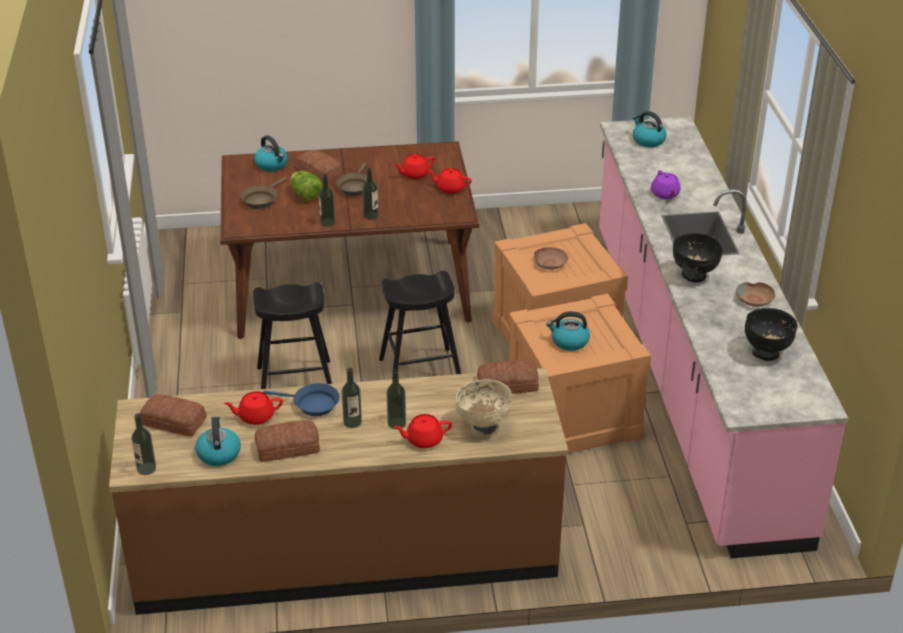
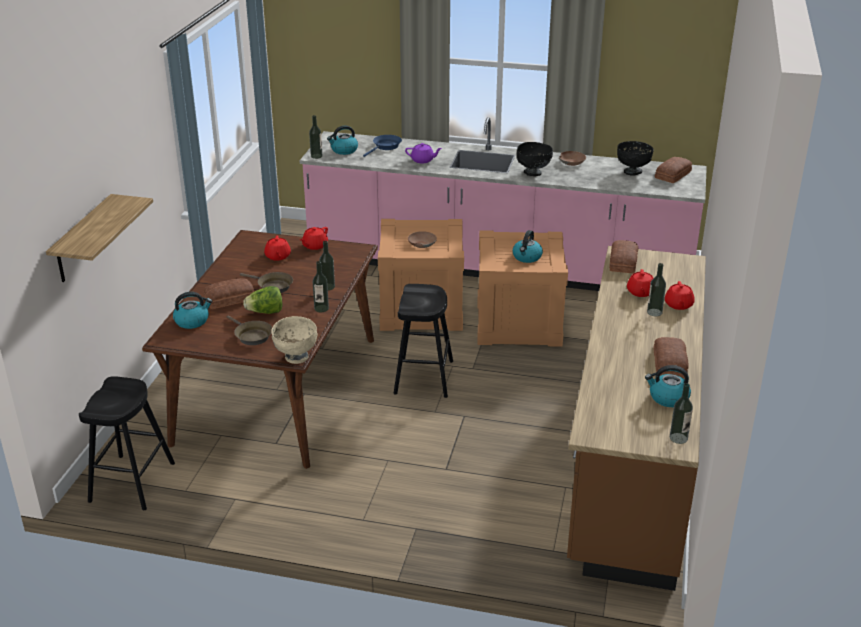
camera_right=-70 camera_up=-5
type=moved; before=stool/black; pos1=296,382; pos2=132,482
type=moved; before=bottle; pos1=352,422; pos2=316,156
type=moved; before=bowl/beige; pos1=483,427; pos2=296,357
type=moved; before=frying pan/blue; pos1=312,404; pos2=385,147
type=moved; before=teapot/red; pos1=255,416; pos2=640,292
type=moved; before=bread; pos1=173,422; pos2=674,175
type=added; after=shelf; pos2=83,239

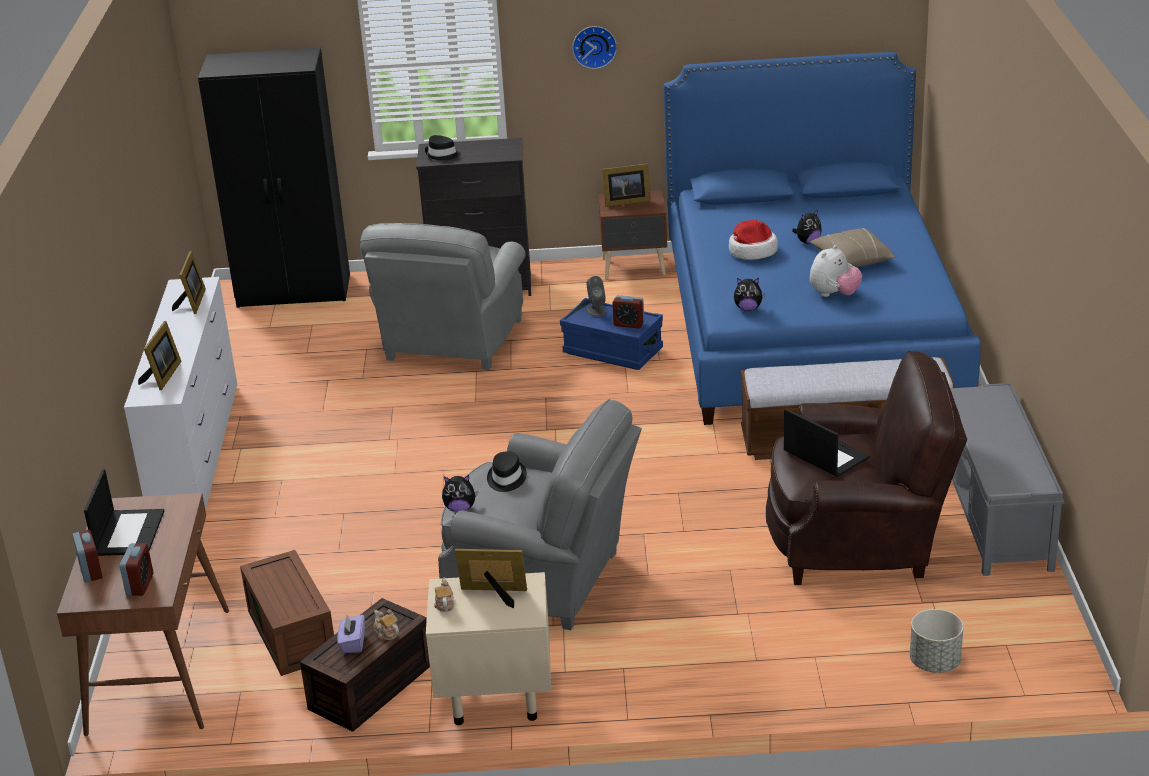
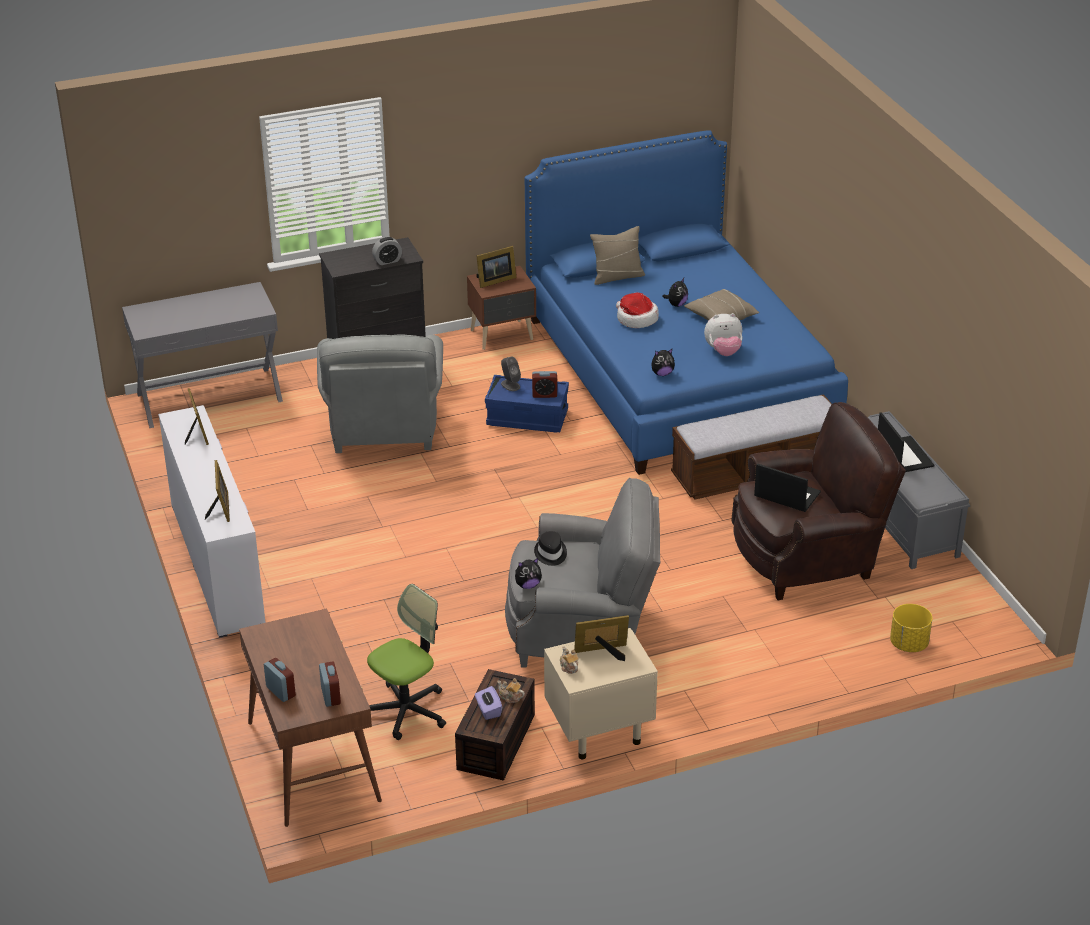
camera_right=-20 camera_up=5
type=removed; before=wall clock; pos1=594,46
type=replaced; before=wardrobe/black; after=console table/grey; pos1=295,291; pos2=209,397
type=removed; before=hat/black; pos1=442,155
type=turned; before=plush toy; pos1=834,294; pos2=723,352; turn=60
type=moved; before=laptop; pos1=128,532; pos2=903,455
type=replaced; before=storage box/brown; after=office chair; pos1=294,634; pos2=407,710
type=recoloured; before=planter/grey; after=planter/yellow; pos1=934,663; pos2=908,644
type=added; after=pillow/beige; pos2=617,277
type=added; after=alarm clock; pos2=387,261

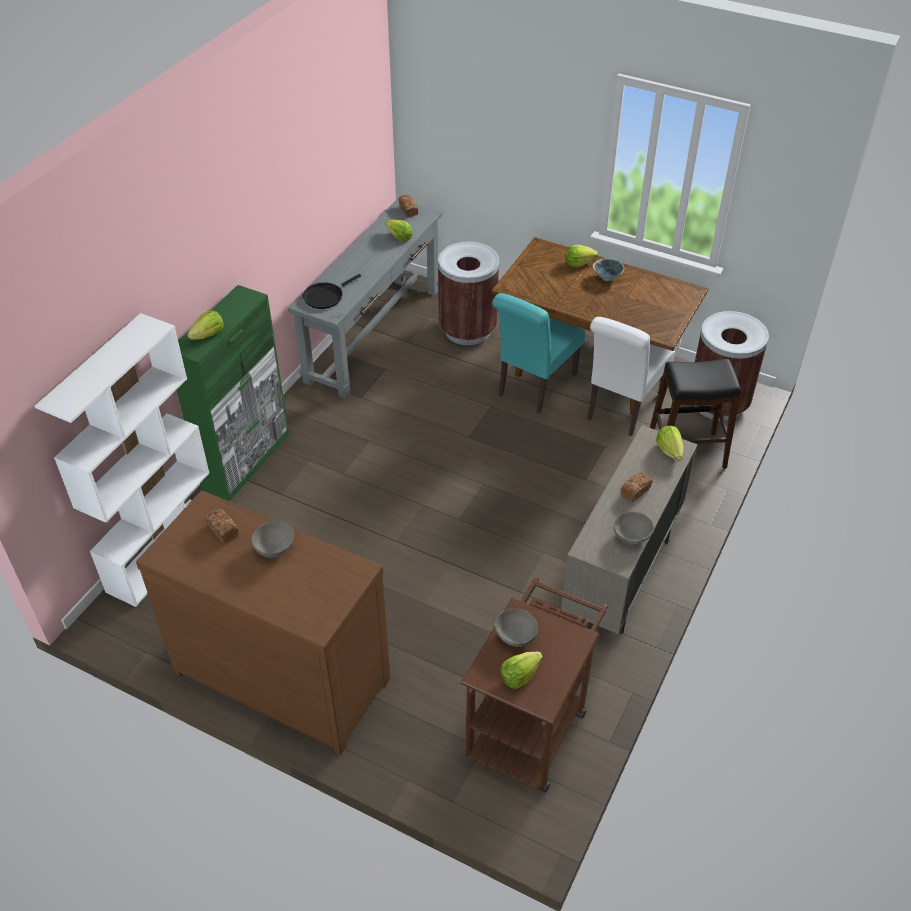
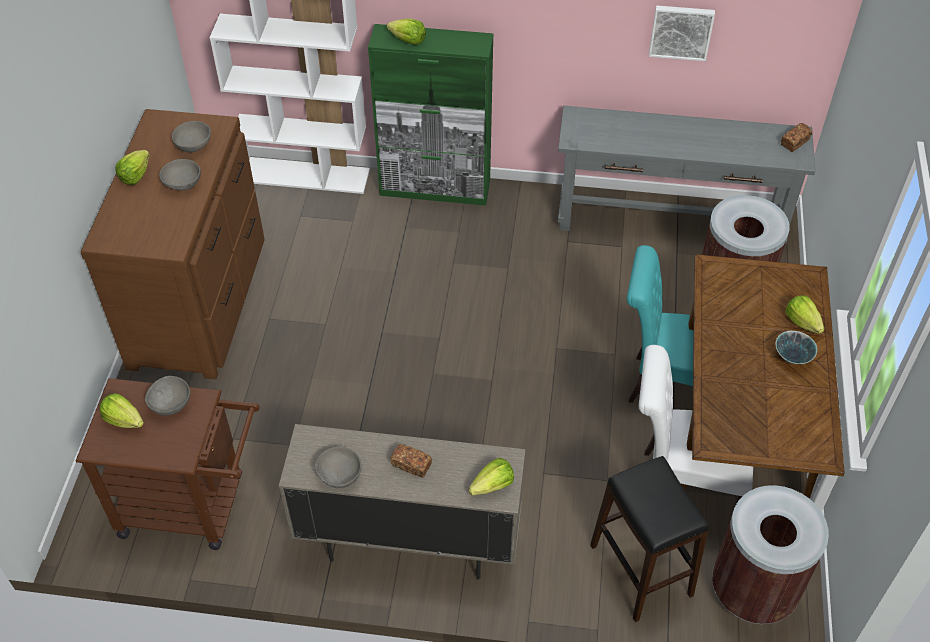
camera_right=70 camera_up=5
type=moved; before=lettuce; pos1=399,237; pos2=135,175
type=removed; before=frying pan/black; pos1=325,296
type=replaced; before=bread; after=bowl/grey; pos1=223,530; pos2=194,145
type=added; after=picture; pos2=681,31

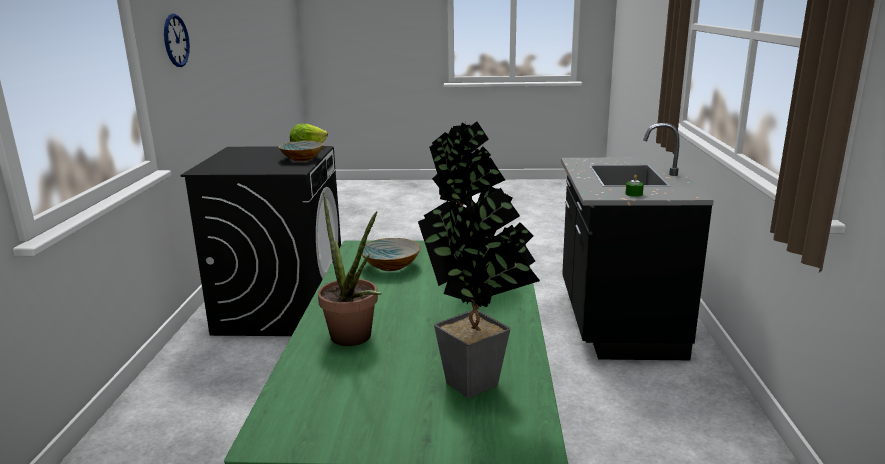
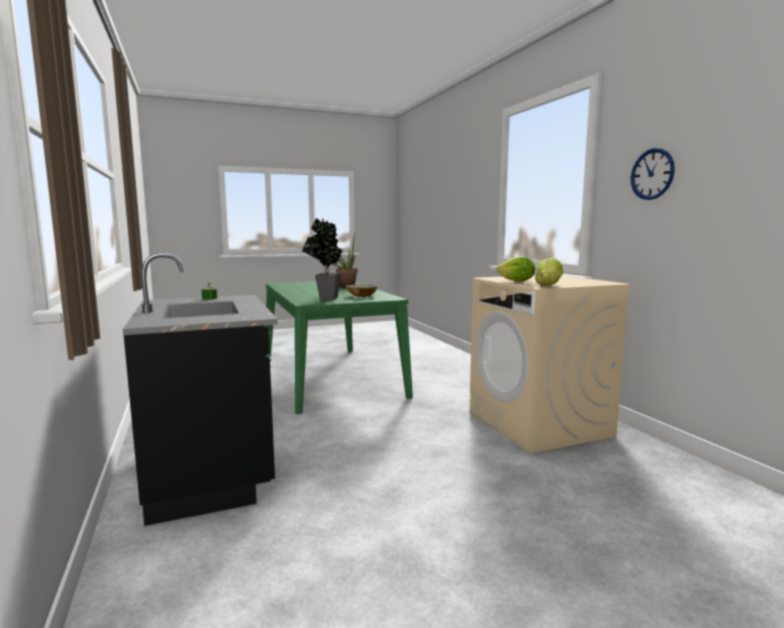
camera_right=155 camera_up=-10
type=replaced; before=bowl; after=lettuce; pos1=302,158; pos2=516,281
type=recoloured; before=washing machine/black; after=washing machine/beige; pos1=281,308; pos2=539,424
type=removed; before=potted plant; pos1=481,382

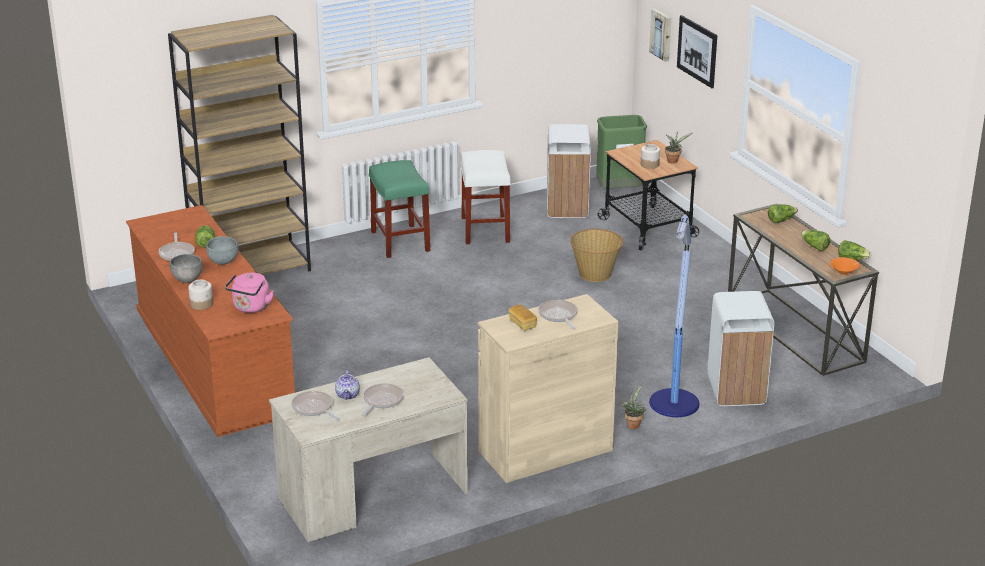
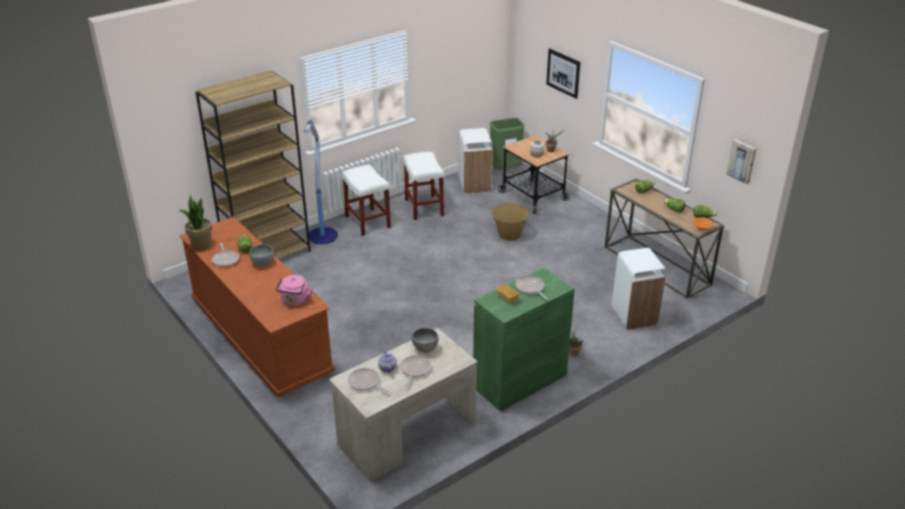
camera_right=-10 camera_up=5
type=moved; before=picture; pos1=662,34; pos2=742,161
type=recoloured; before=stool/green; after=stool/white; pos1=401,242; pos2=368,222
type=moved; before=floor lamp; pos1=674,404; pos2=322,236
type=moved; before=bowl/grey; pos1=187,279; pos2=425,349
type=removed; before=jar; pos1=202,304
type=recoloured; before=cabinet/beige; after=cabinet/green; pos1=545,451; pos2=520,381
type=added; after=potted plant; pos2=201,245

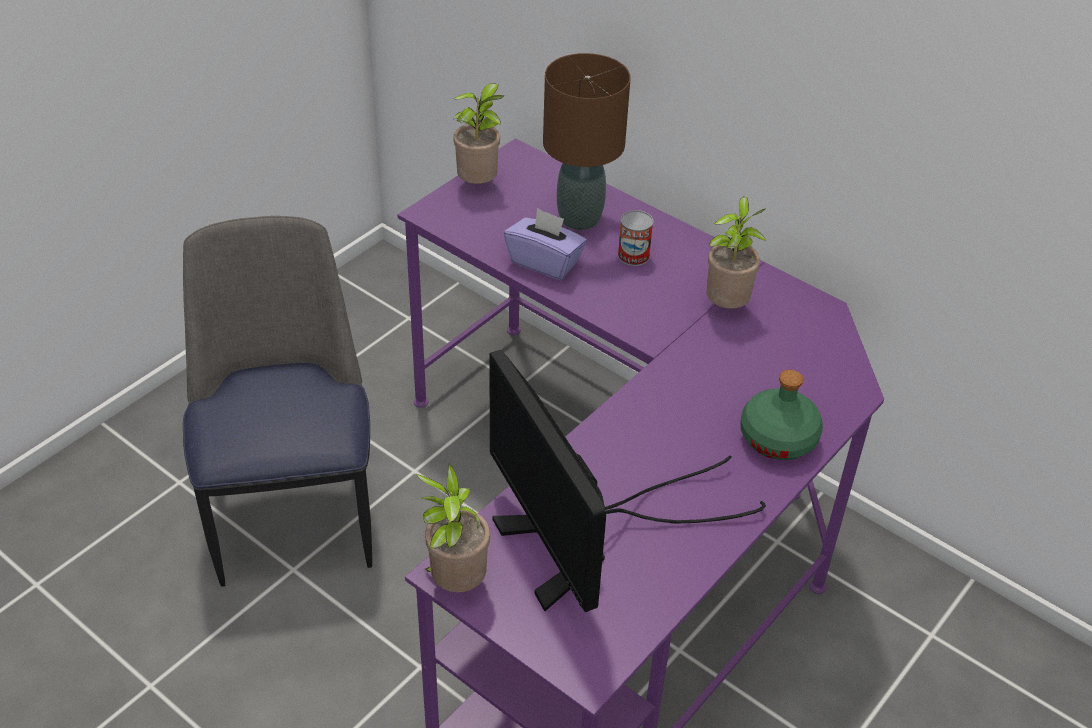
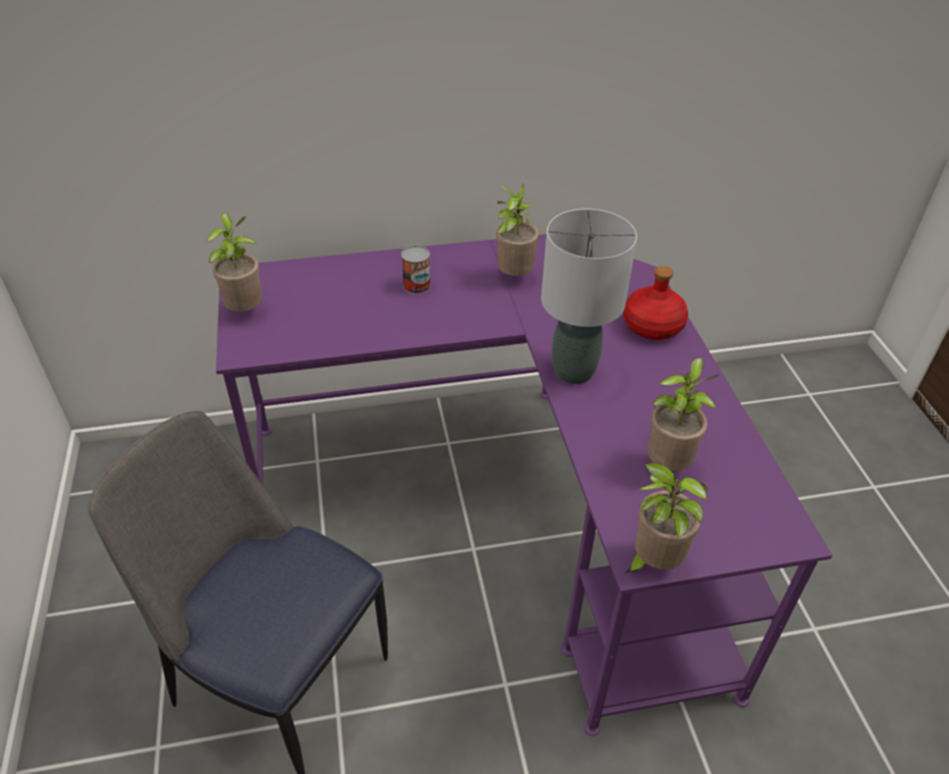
camera_right=-50 camera_up=0
type=removed; before=table lamp/brown; pos1=580,219
type=removed; before=tissue box/purple; pos1=545,262
type=replaced; before=monitor; after=potted plant; pos1=587,540; pos2=668,465
type=recoloured; before=bottle/green; after=bottle/red; pos1=778,438; pos2=652,325
type=added; after=table lamp/grey; pos2=573,371

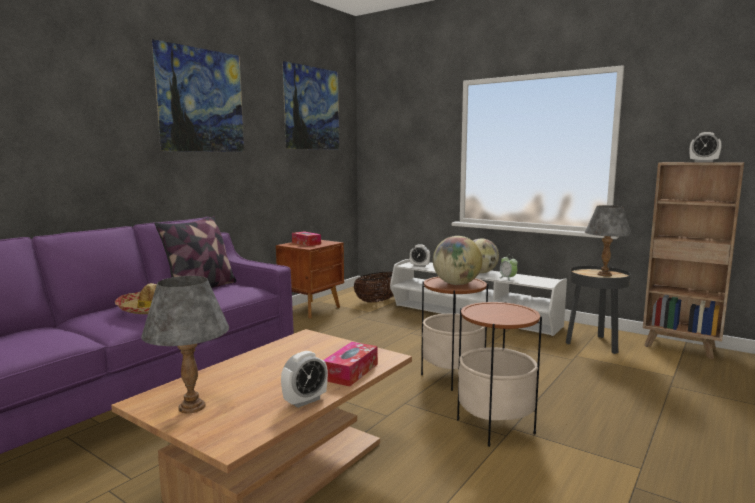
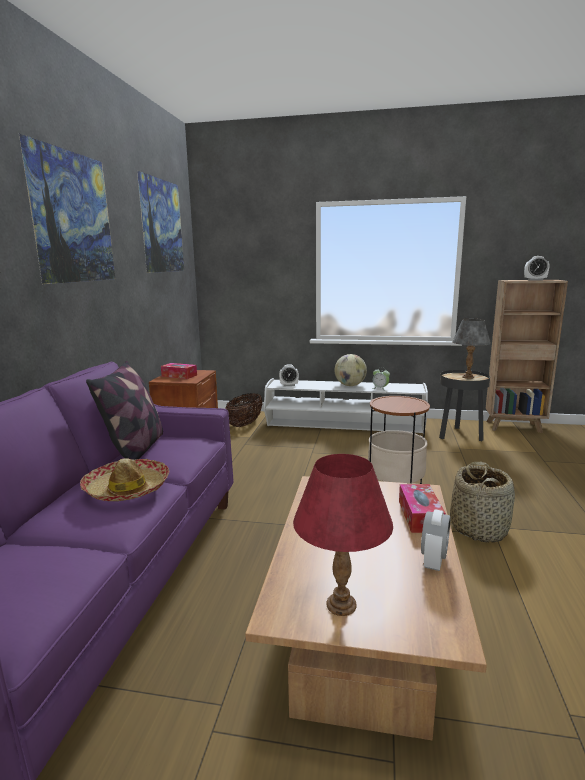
camera_right=-25 camera_up=5
type=removed; before=globe; pos1=456,284
type=recoloured; before=table lamp/grey; after=table lamp/red; pos1=191,407; pos2=341,605
type=replaced; before=side table; after=basket; pos1=495,426; pos2=479,528

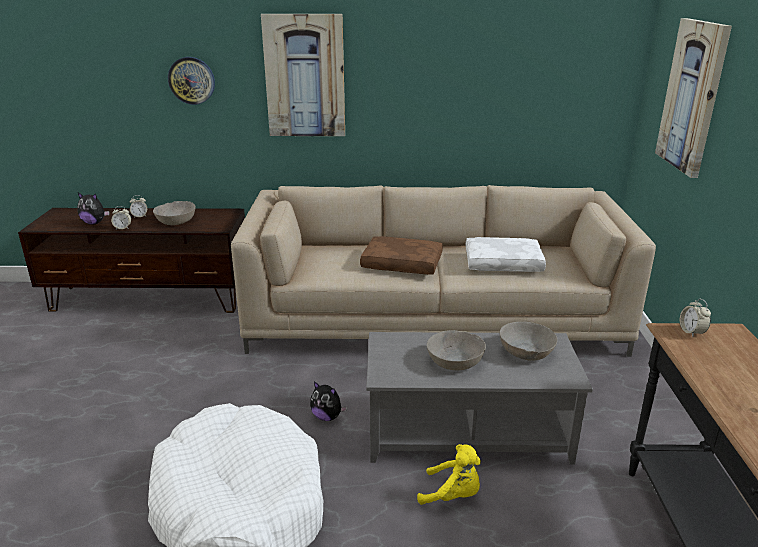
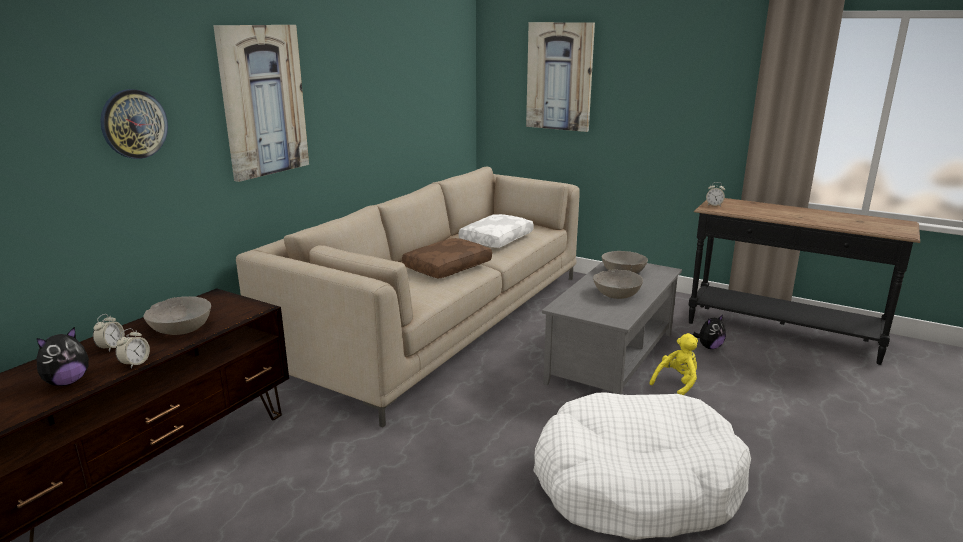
camera_right=-60 camera_up=-5
type=moved; before=plush toy; pos1=327,417; pos2=709,347

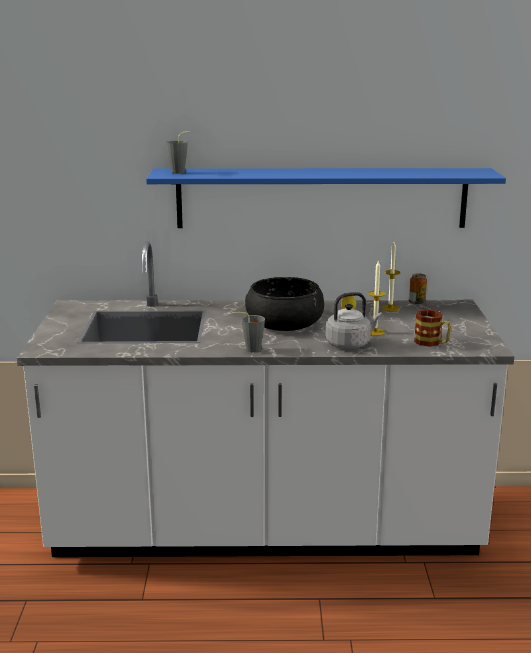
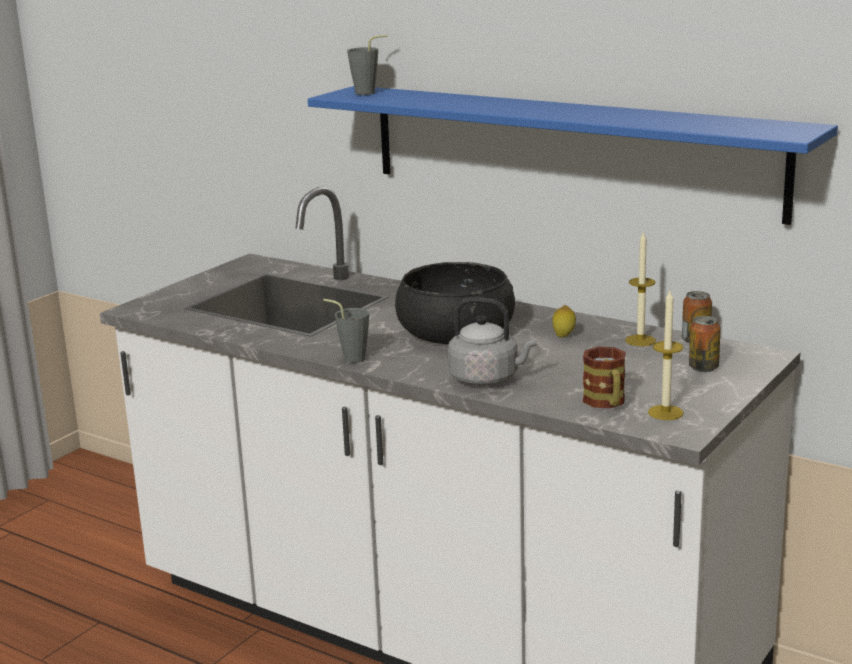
camera_right=35 camera_up=0
type=moved; before=candle; pos1=374,332; pos2=665,412
type=added; after=can; pos2=703,368

